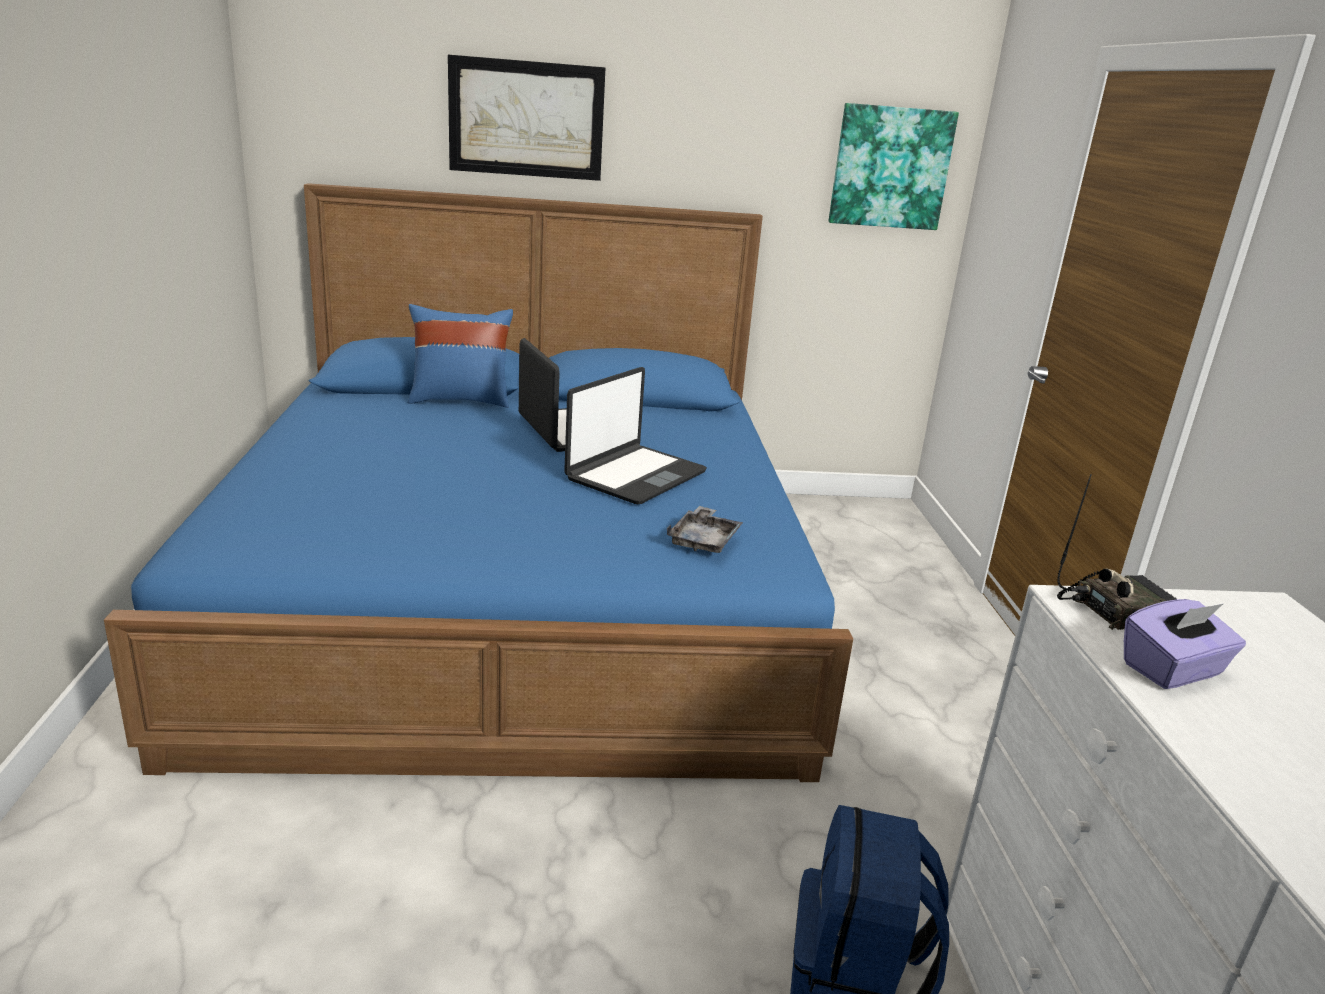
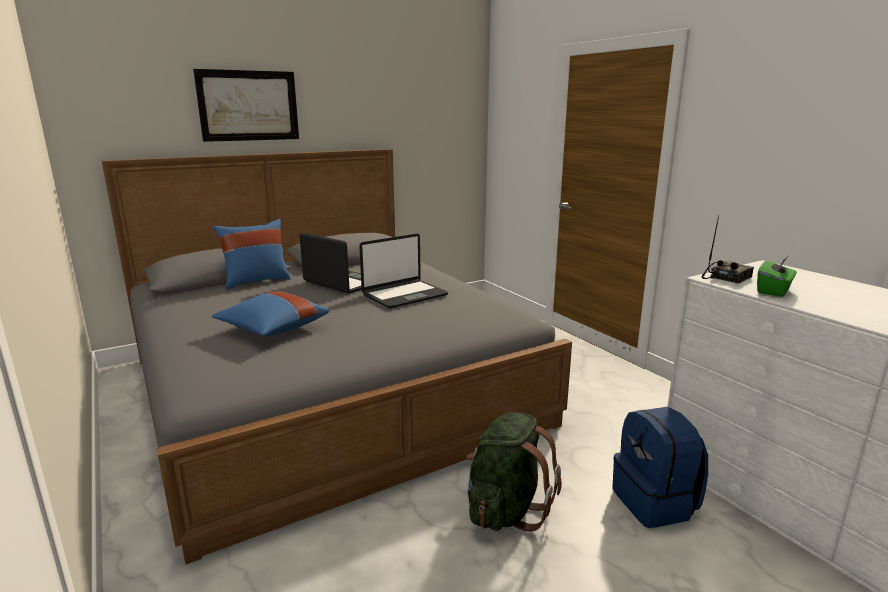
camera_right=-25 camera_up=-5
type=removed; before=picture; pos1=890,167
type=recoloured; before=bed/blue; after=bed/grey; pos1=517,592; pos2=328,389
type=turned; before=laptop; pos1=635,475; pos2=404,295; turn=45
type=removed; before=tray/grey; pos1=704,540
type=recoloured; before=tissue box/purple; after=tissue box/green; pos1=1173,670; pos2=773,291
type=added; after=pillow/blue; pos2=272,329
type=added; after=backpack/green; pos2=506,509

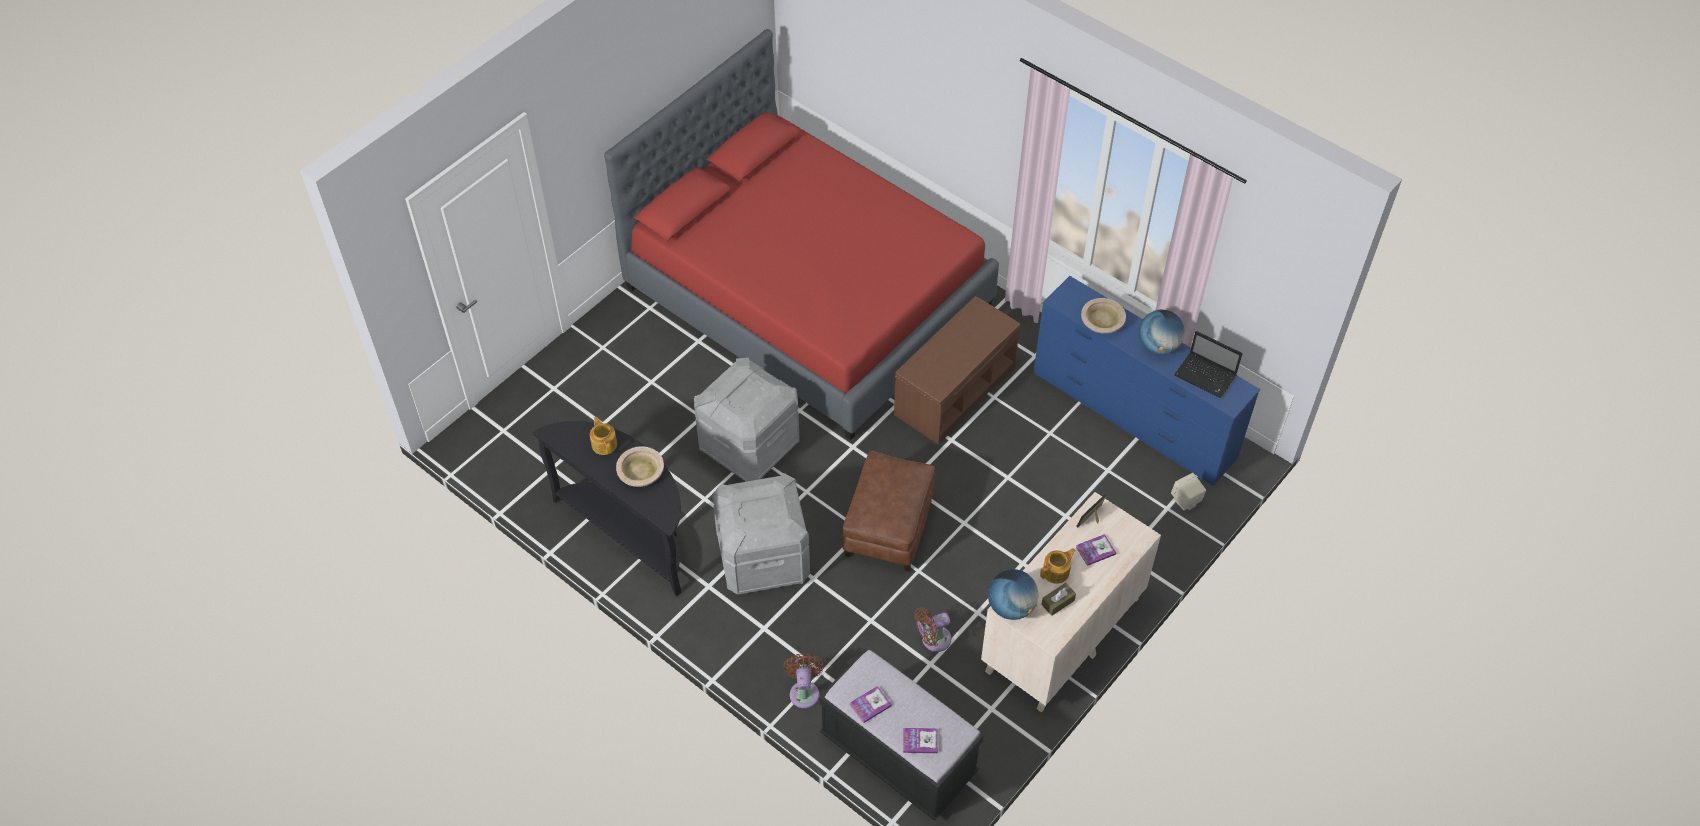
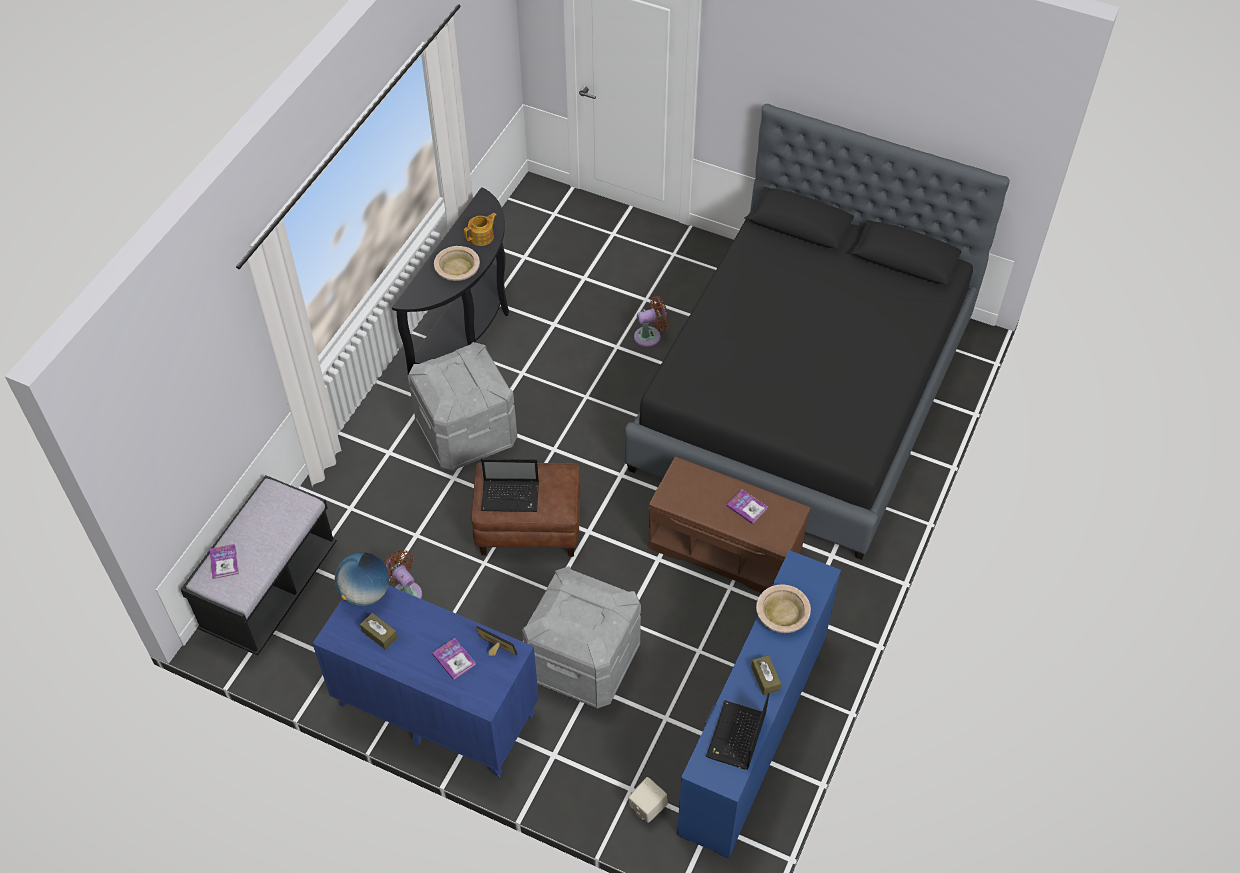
camera_right=75 camera_up=0
type=recoloured; before=bed/red; after=bed/black; pos1=808,295; pos2=803,394
type=replaced; before=globe; after=tissue box/brown; pos1=1158,346; pos2=765,678
type=moved; before=storage box/grey; pos1=749,445; pos2=582,661
type=recoloured; before=dresser/beige; after=dresser/blue; pos1=1062,635; pos2=436,708
type=removed; before=teapot; pos1=1056,572
type=moved; before=fan/brown; pos1=804,691; pos2=650,336
type=moved; before=book; pos1=870,705; pos2=747,507
type=added; after=laptop; pos2=511,496

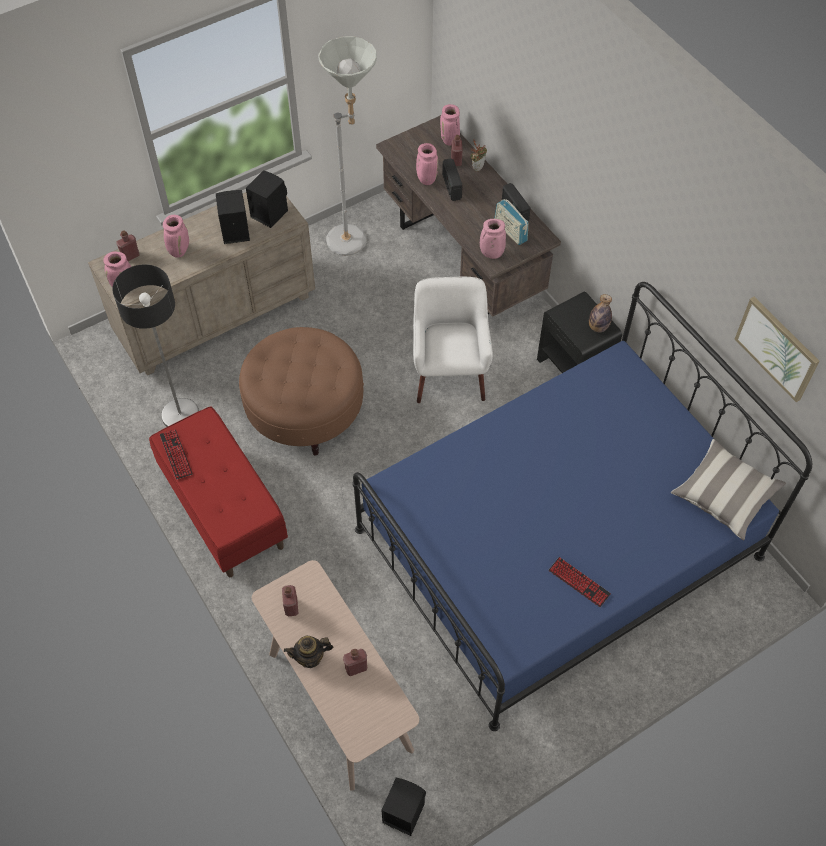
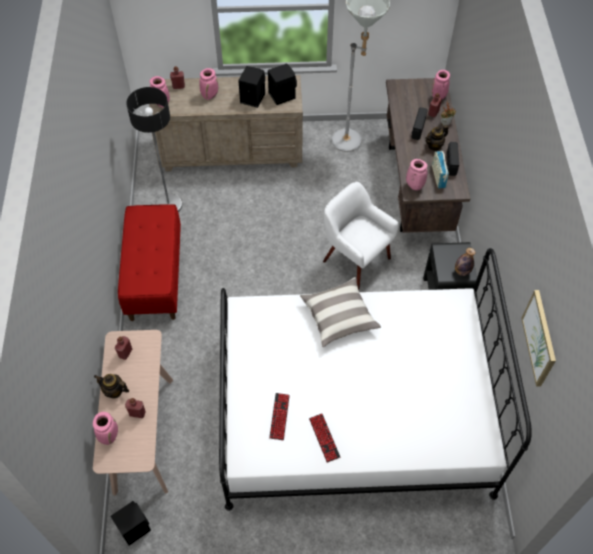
camera_right=30 camera_up=0
type=moved; before=vase/pink; pos1=426,179; pos2=109,436
type=turned; before=armchair/white; pos1=449,374; pos2=355,259; turn=-75
type=recoloured; before=bed/blue; after=bed/white; pos1=558,542; pos2=353,408
type=removed; before=ottoman/brown; pos1=305,411
type=moved; before=keyboard; pos1=176,454; pos2=279,416
type=moved; before=pillow; pos1=724,495; pos2=339,317
type=added; after=teapot; pos2=434,145

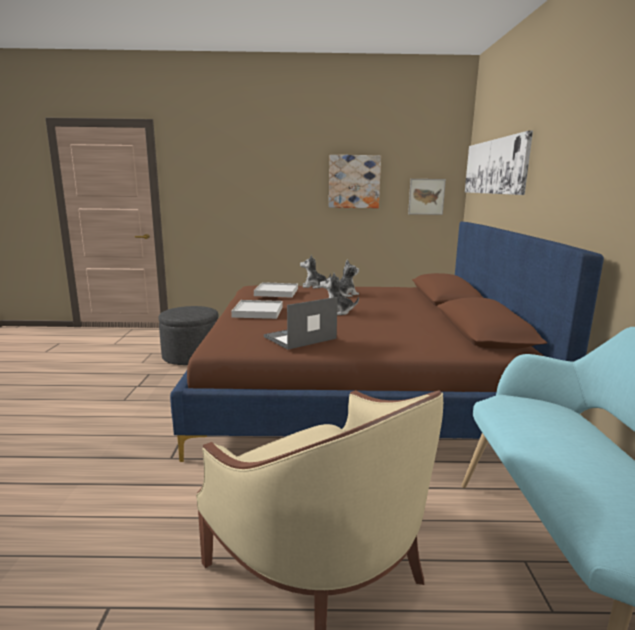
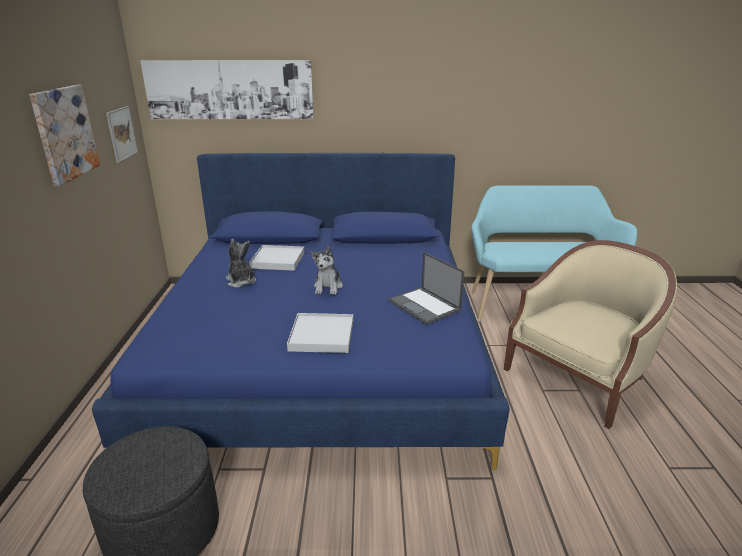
camera_right=-90 camera_up=10
type=recoloured; before=bed/brown; after=bed/blue; pos1=357,387; pos2=322,354
type=removed; before=plush toy; pos1=314,286
type=moved; before=tray/white; pos1=276,292; pos2=277,260

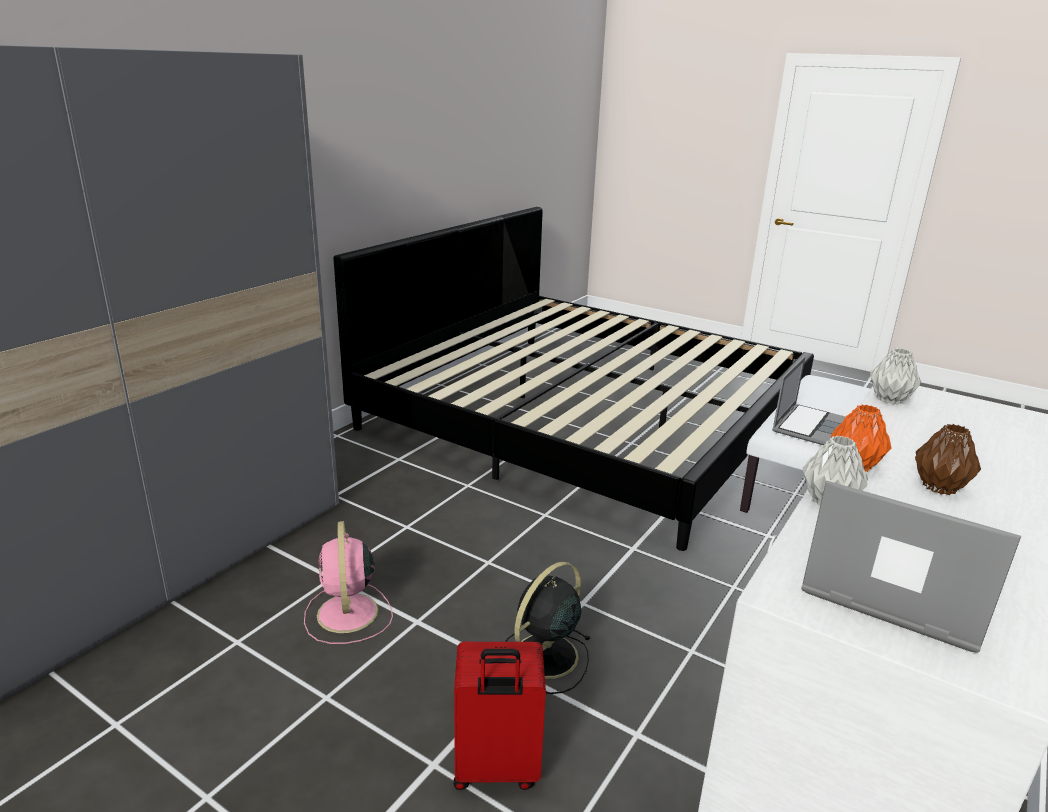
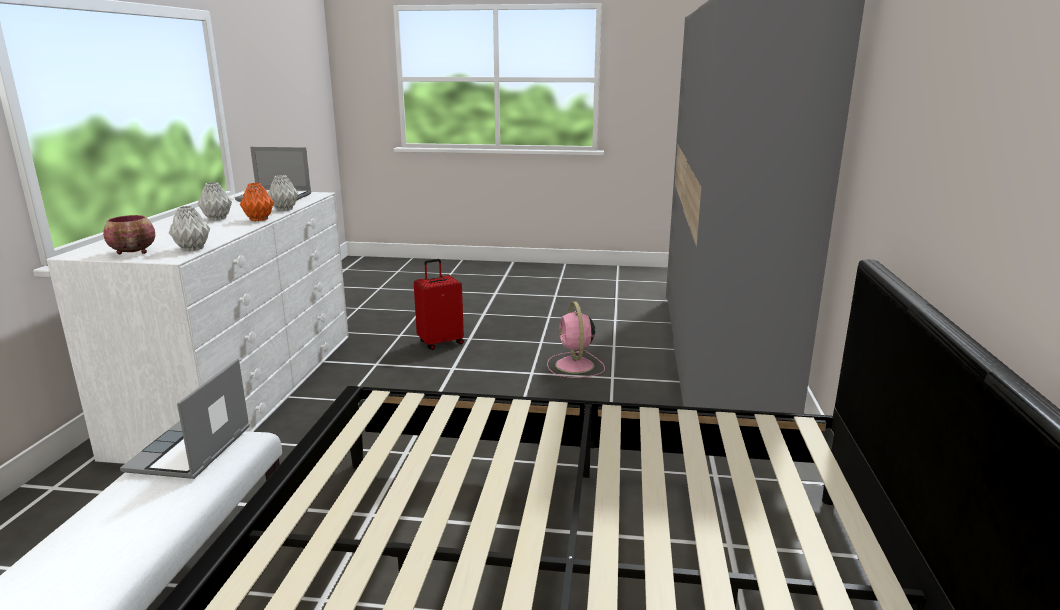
camera_right=155 camera_up=-5
type=recoloured; before=vase/brown; after=vase/grey; pos1=940,488; pos2=216,218
type=turned; before=fan/pink; pos1=347,615; pos2=575,366; turn=-150
type=removed; before=fan/black; pos1=544,657
type=added; after=bowl; pos2=134,252

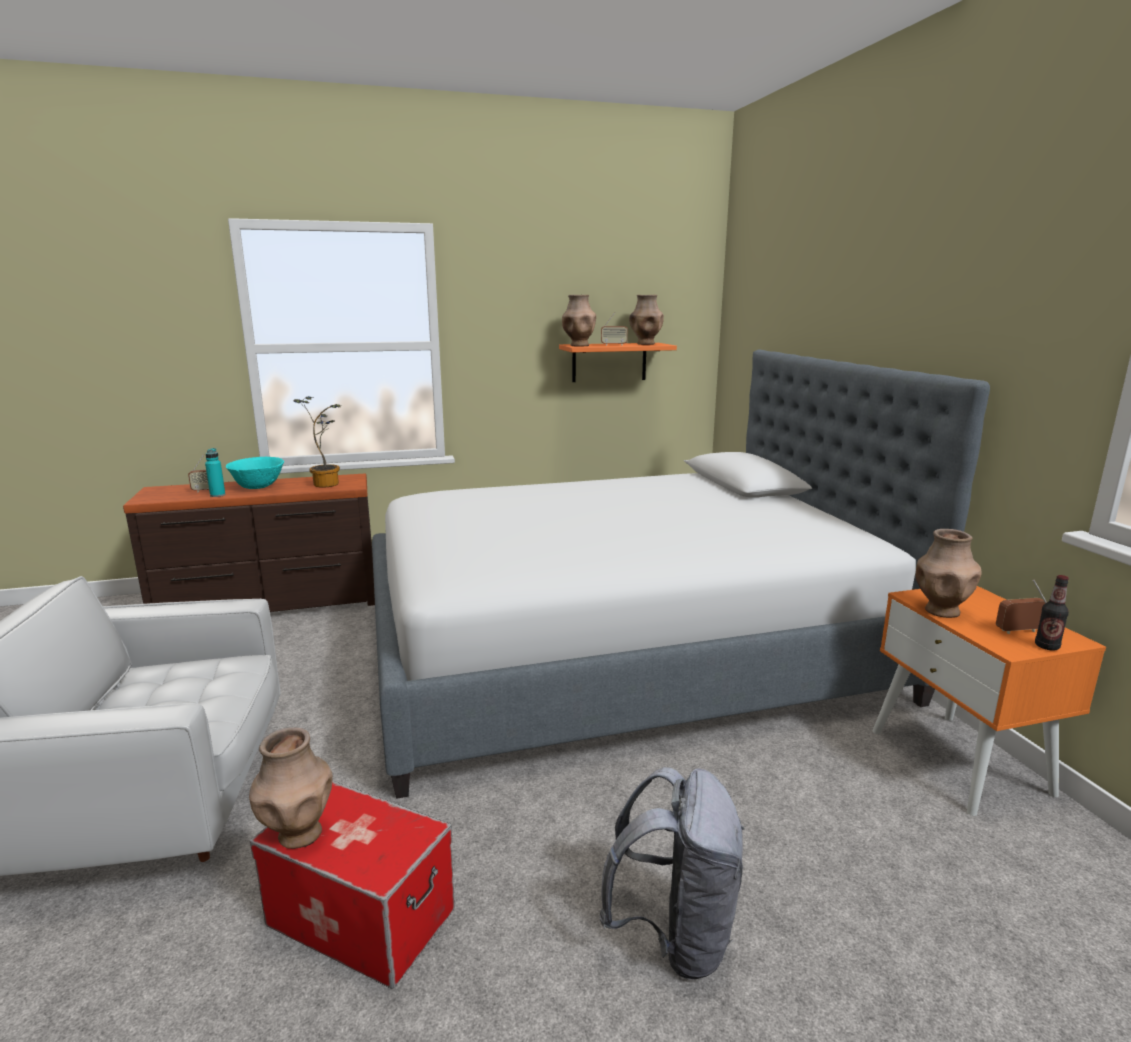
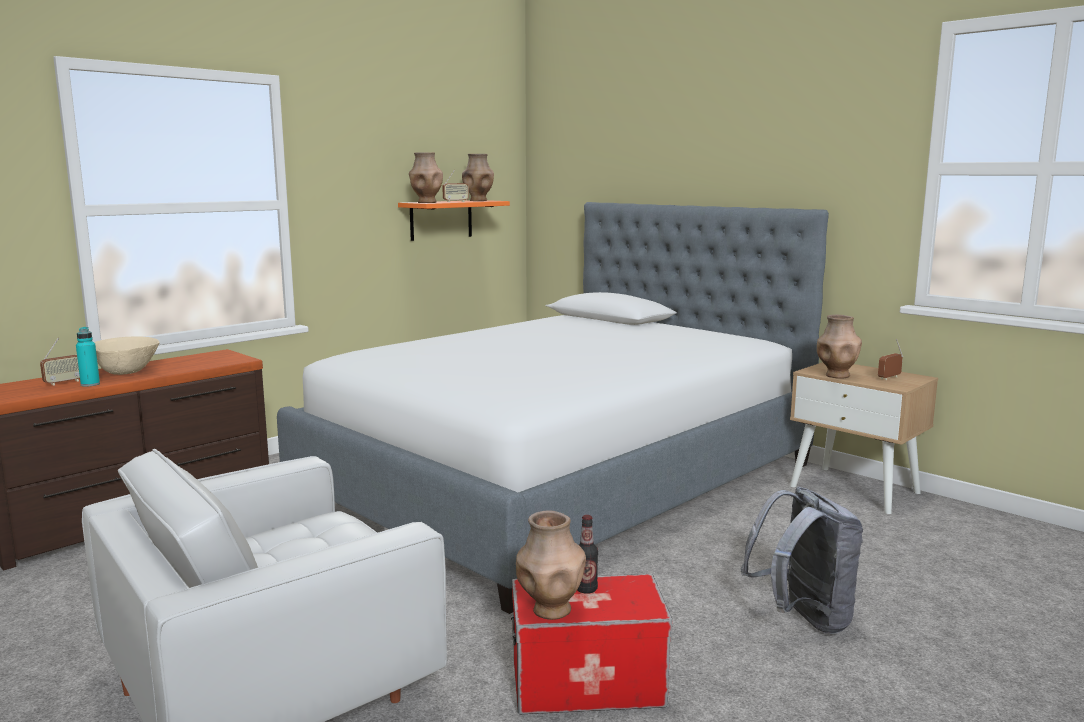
camera_right=-30 camera_up=-5
type=removed; before=potted plant; pos1=327,483
type=recoloured; before=bowl/turquoise; after=bowl/beige; pos1=258,487; pos2=126,373
type=moved; before=bottle; pos1=1046,646; pos2=586,589
type=recoloured; before=nightstand/orange; after=nightstand/beige; pos1=960,761; pos2=855,489

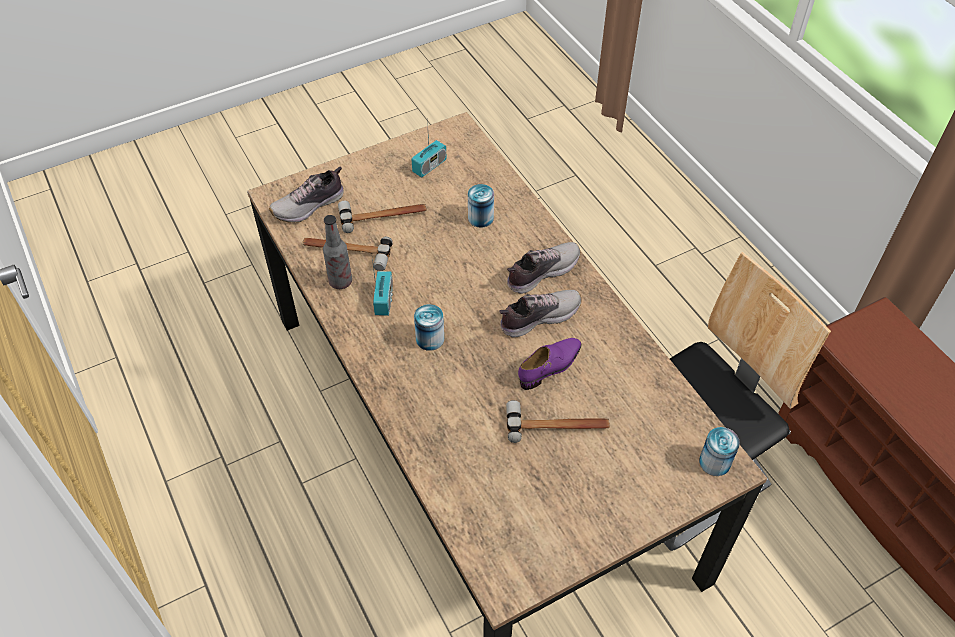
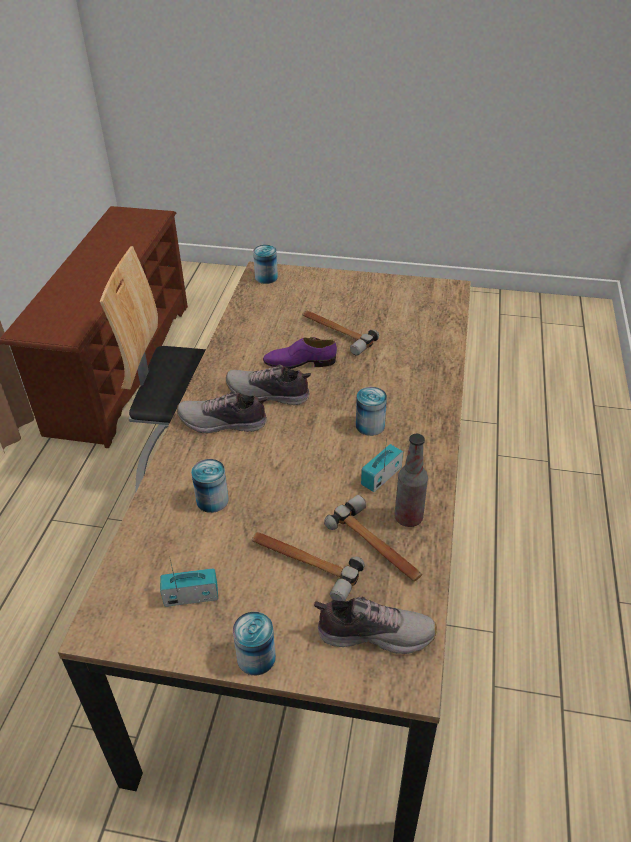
camera_right=-140 camera_up=-10
type=added; after=can; pos2=256,657

